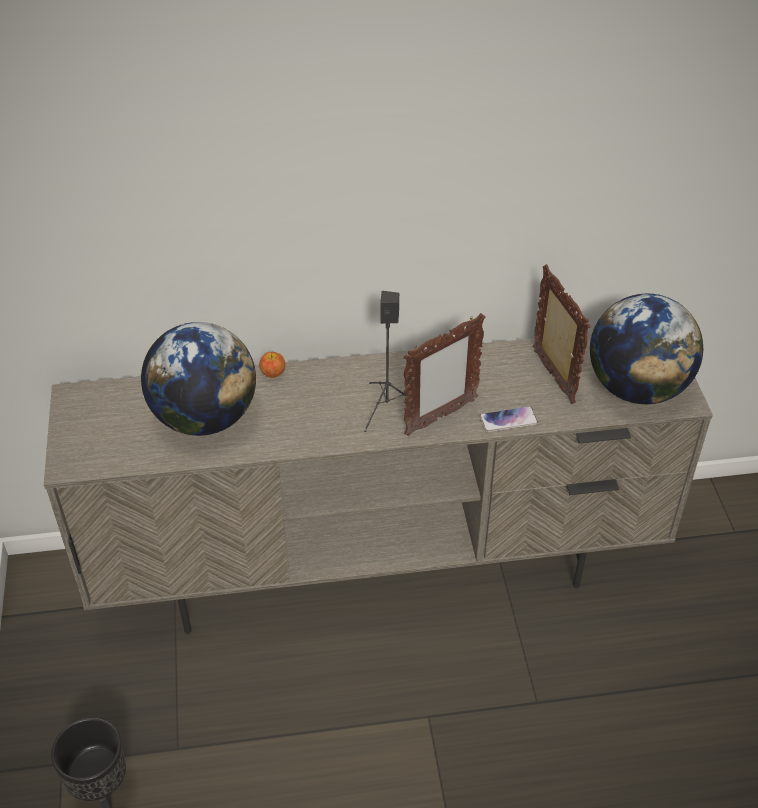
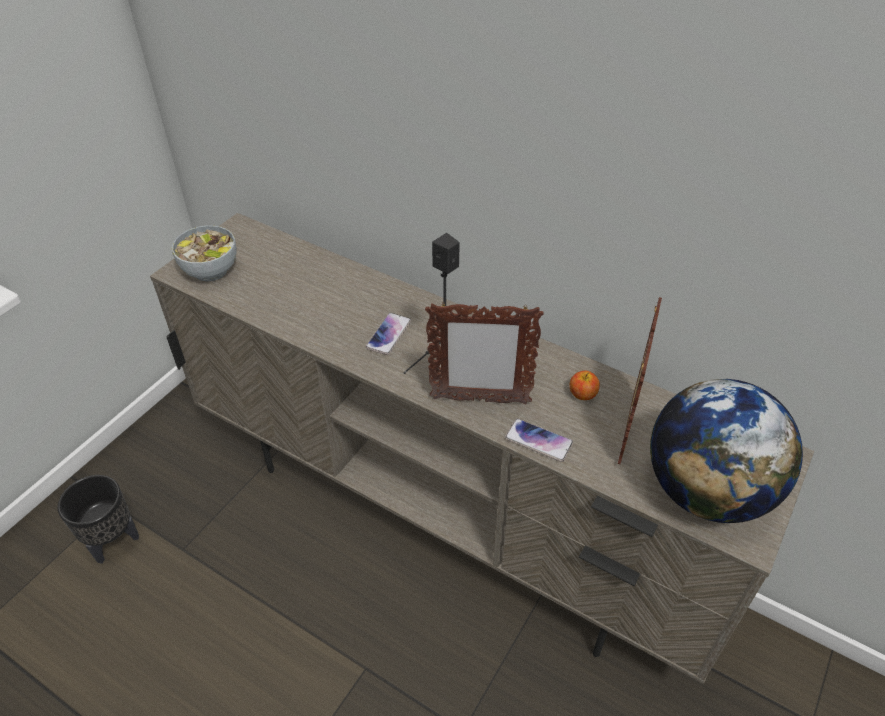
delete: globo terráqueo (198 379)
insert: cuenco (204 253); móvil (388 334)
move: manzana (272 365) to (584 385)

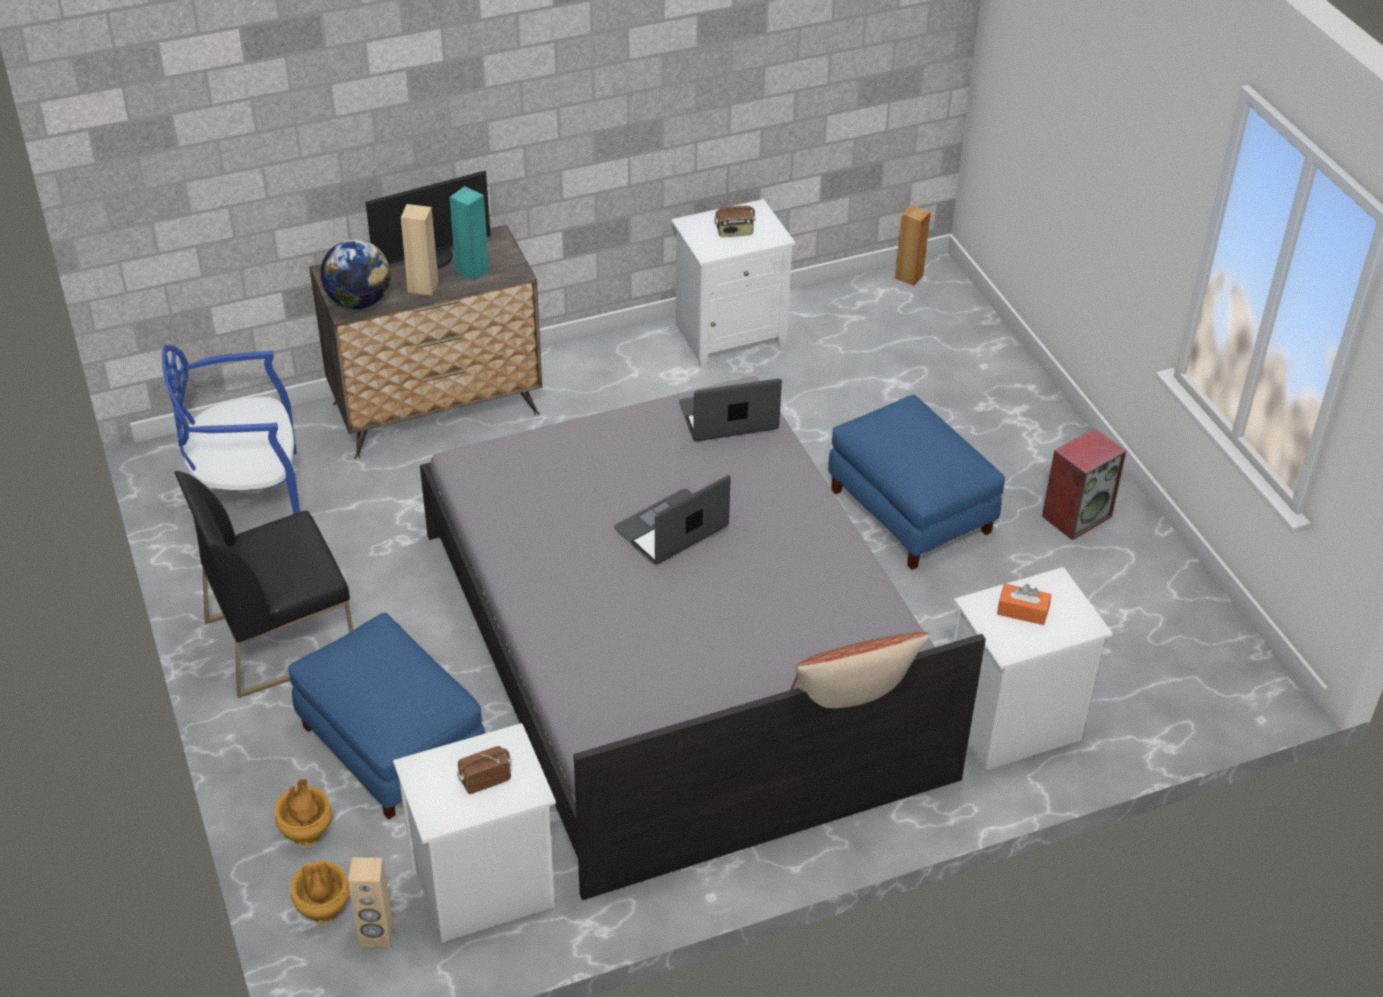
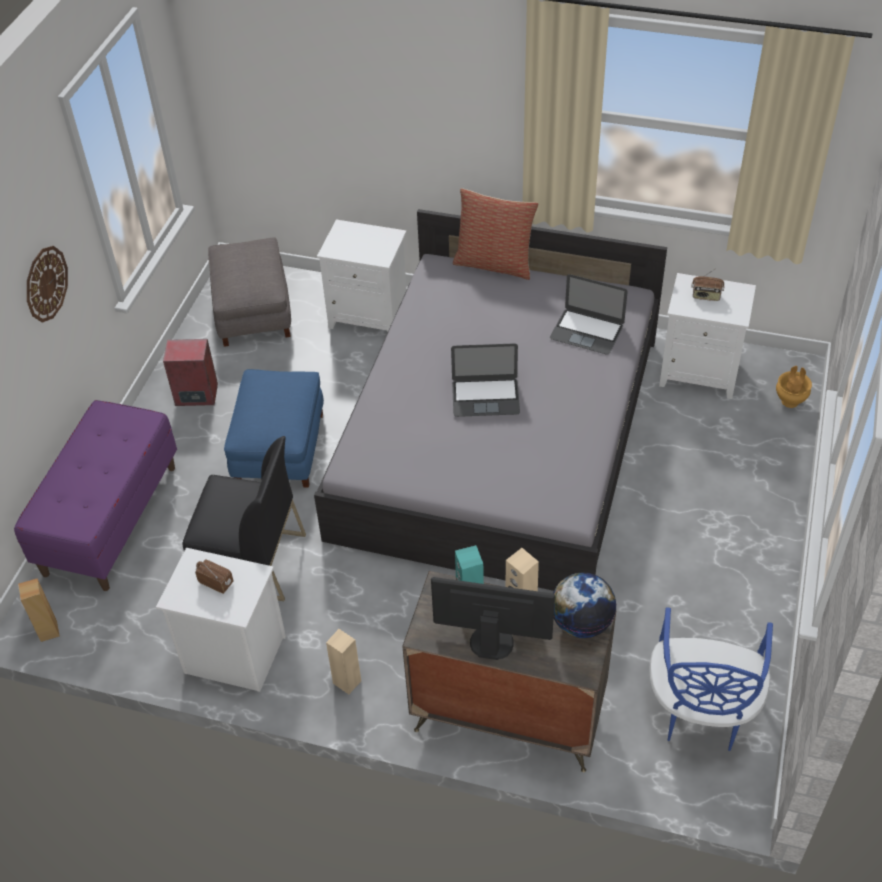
delete: florero (marrón) (303 812); puf (azul) (386 716); caja de pañuelos (naranja) (1024 604)
insert: banco (morado) (95 495); reloj de pared (47 284); puf (gris) (249 292)
move: silla (negro) (263 584) to (244 518); altavoz (beis) (371 902) to (343 661); portátil (730 410) to (589 314)
rotate: silla (azul) (231 429) = (711 679) 75 degrees clockwise

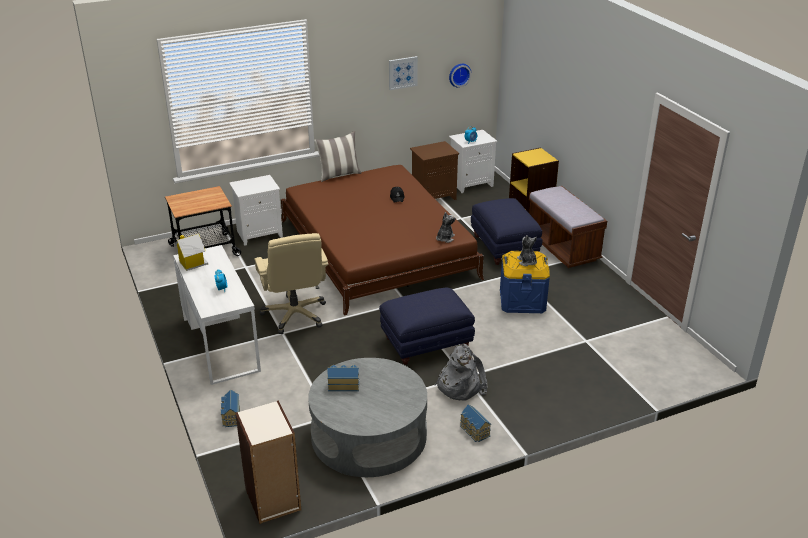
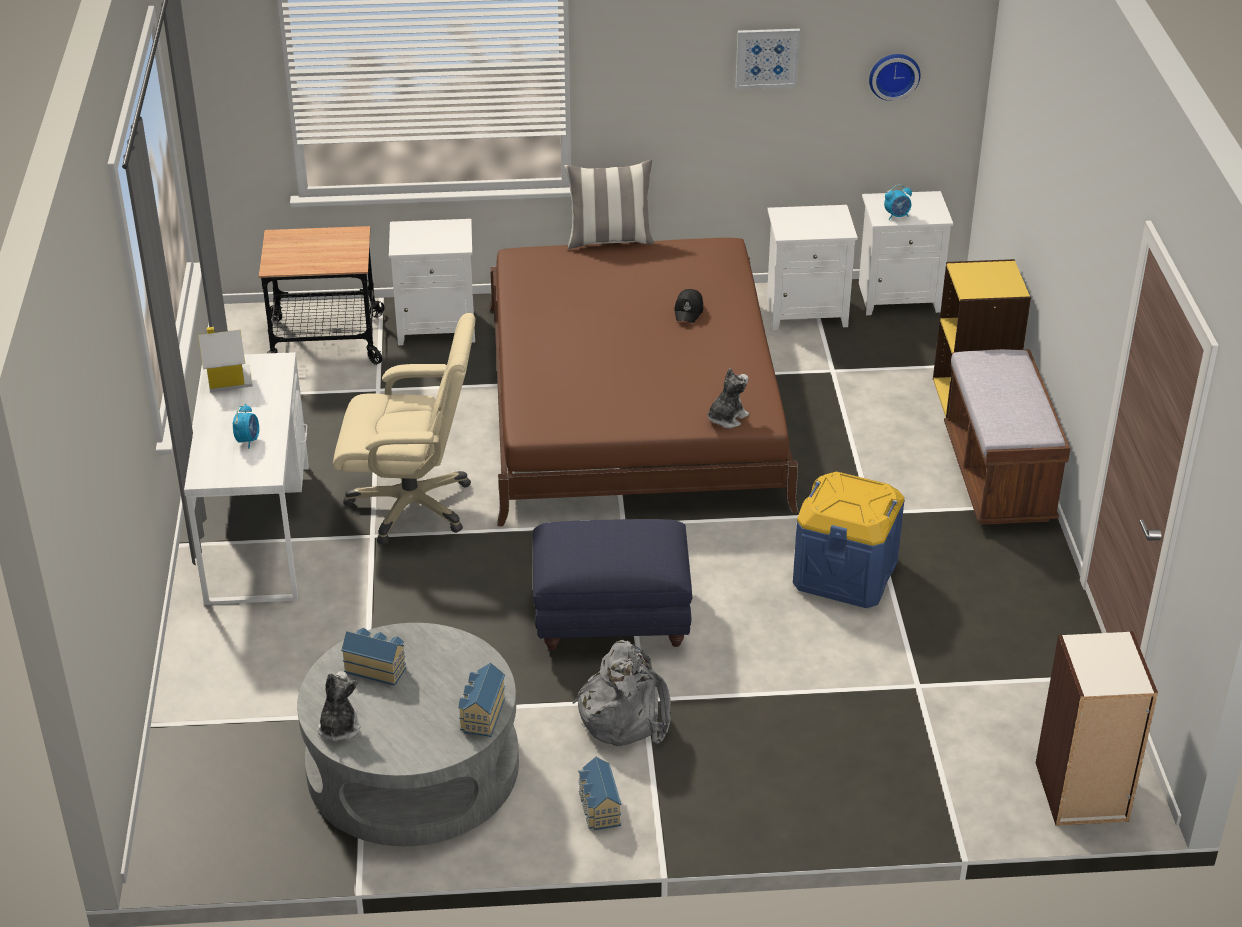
delete: puf (azul) (506 231)
move: casita (230 408) to (482 700); estantería (268 462) to (1097 728); peluche (527 250) to (338 706)
recolor: mesita de noche (marrón) (434 170) to mesita de noche (blanco) (812 267)
rotate: silla de oficina (beis) (291 283) = (404 429) 90 degrees counterclockwise

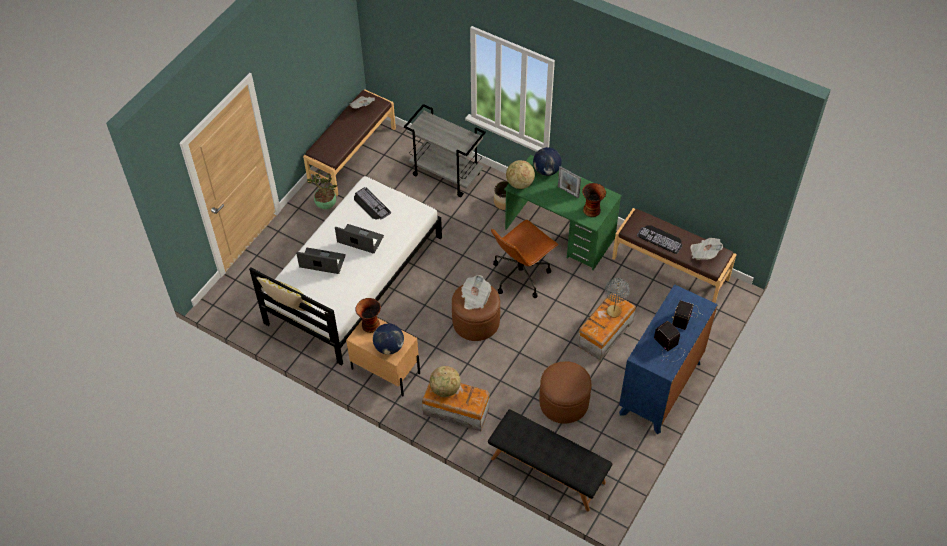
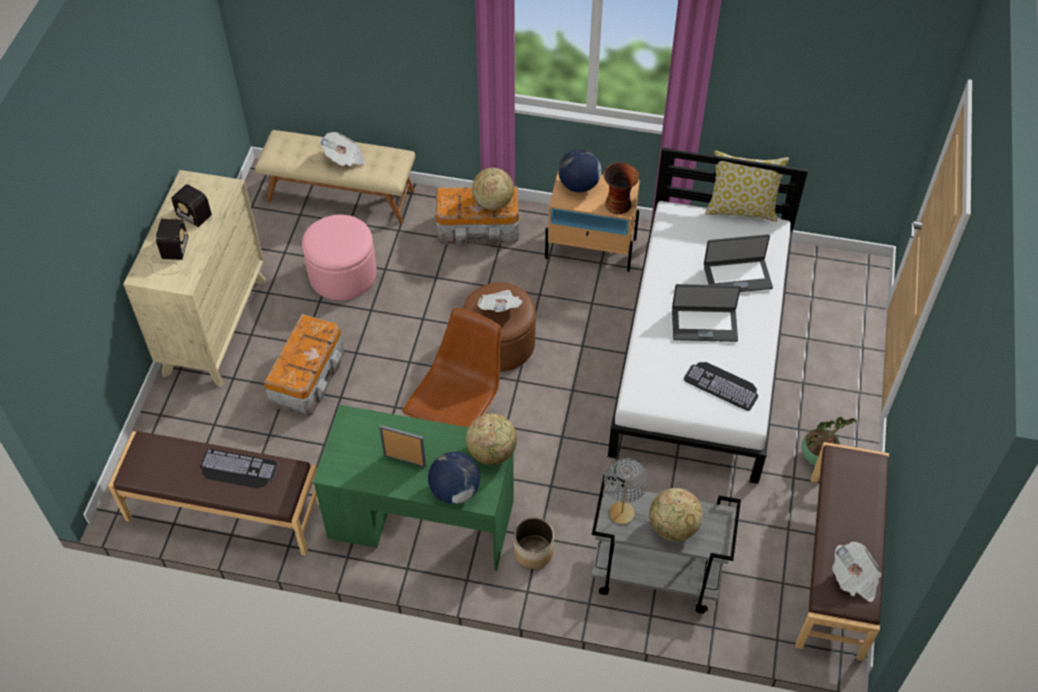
delete: florero (594 200)
insert: globo terráqueo (676 514)
move: lámpara de mesa (gris) (617 298) to (626 491); periódico (706 249) to (342 149)
recolor: banco (negro) (550 460) to banco (beis) (335 177); puf (marrón) (565 392) to puf (rosa) (339 257); cómoda (azul) (668 359) to cómoda (beis) (194 278)

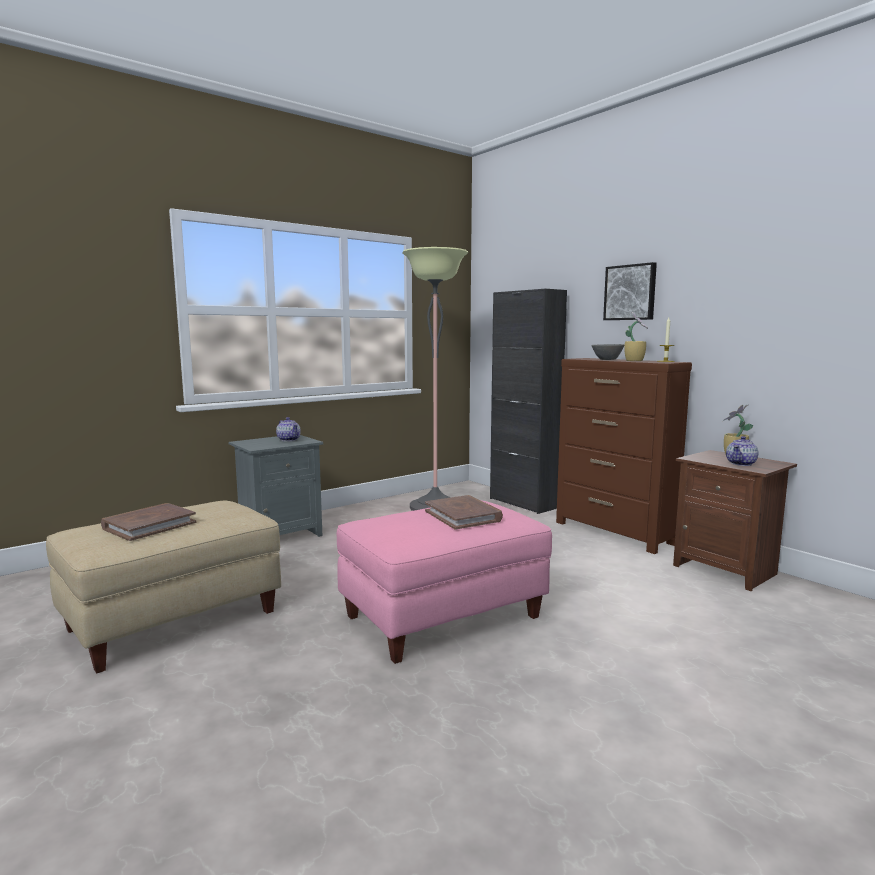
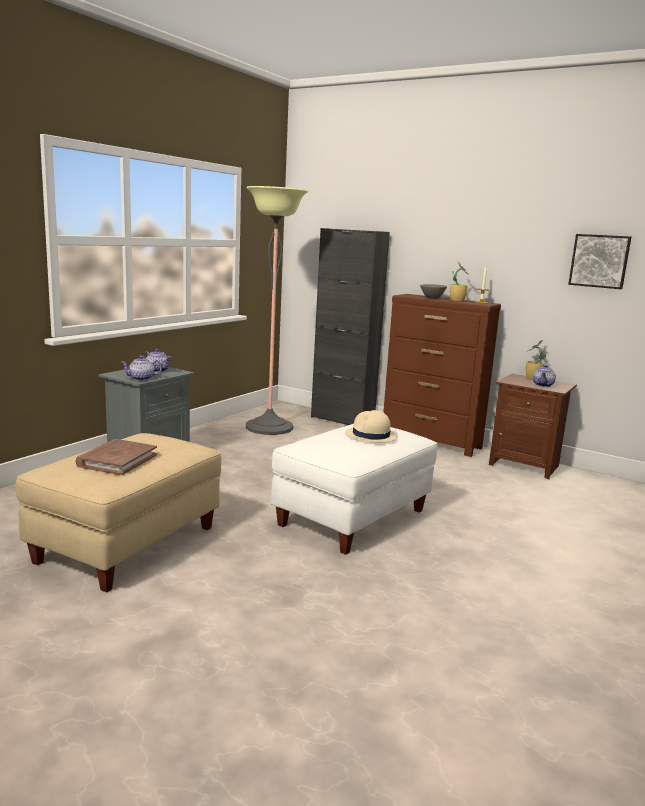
insert: tetera (141 368)
move: cuadro (630 291) to (599 261)
replace: libro (marrón) (464 512) to sombrero (beis) (371 426)
recolor: puf (rosa) (444 582) to puf (blanco) (354 489)

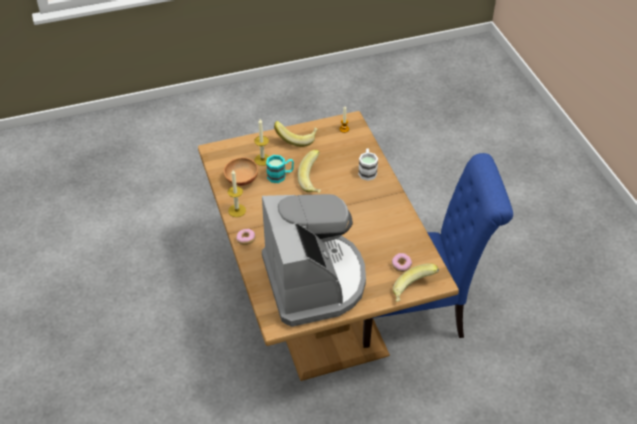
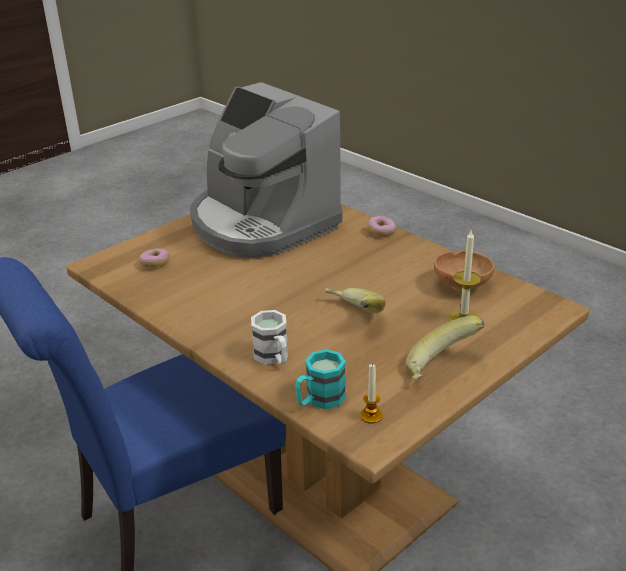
delete: vela (237 193); plátano (416 282)
move: taza grande (turquesa) (280 169) to (320 379)

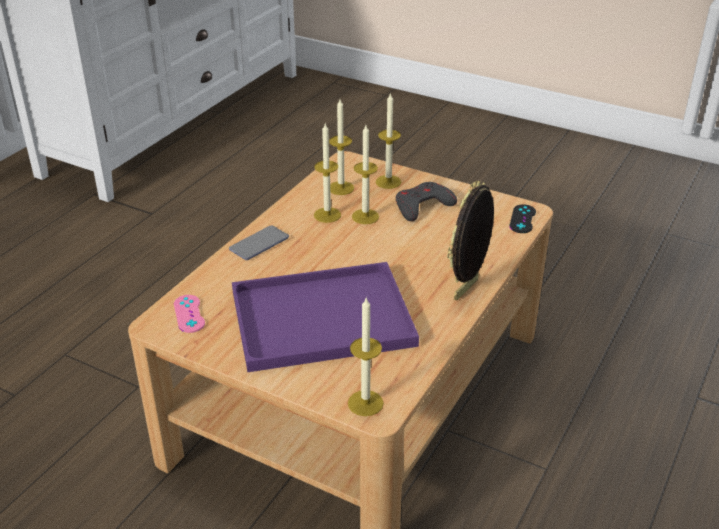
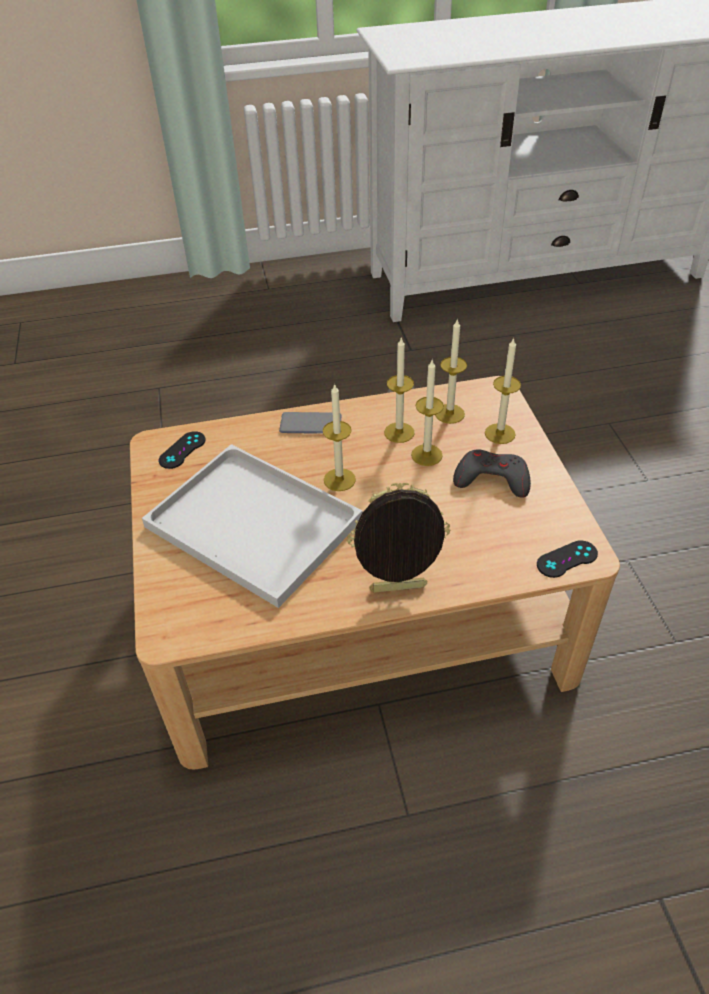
move: vela (366 357) to (339 437)
recolor: mando de consola (rosa) (189 314) to mando de consola (negro) (182 450); bandeja (morado) (325 317) to bandeja (blanco) (252 526)

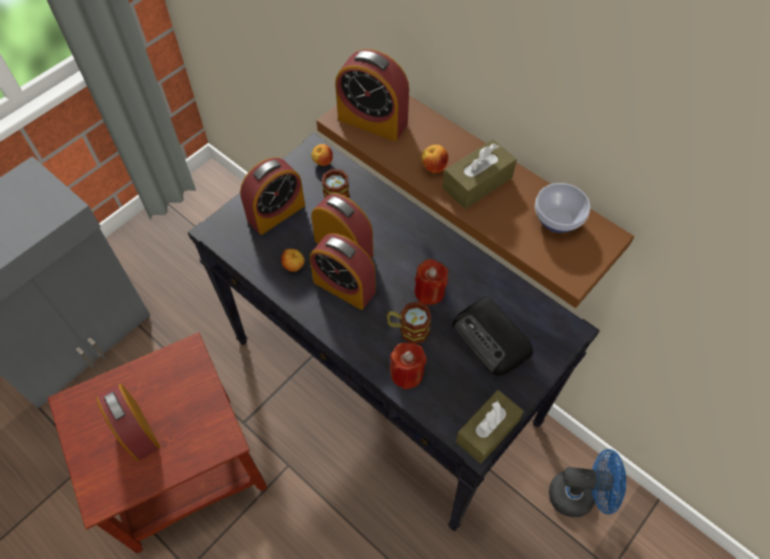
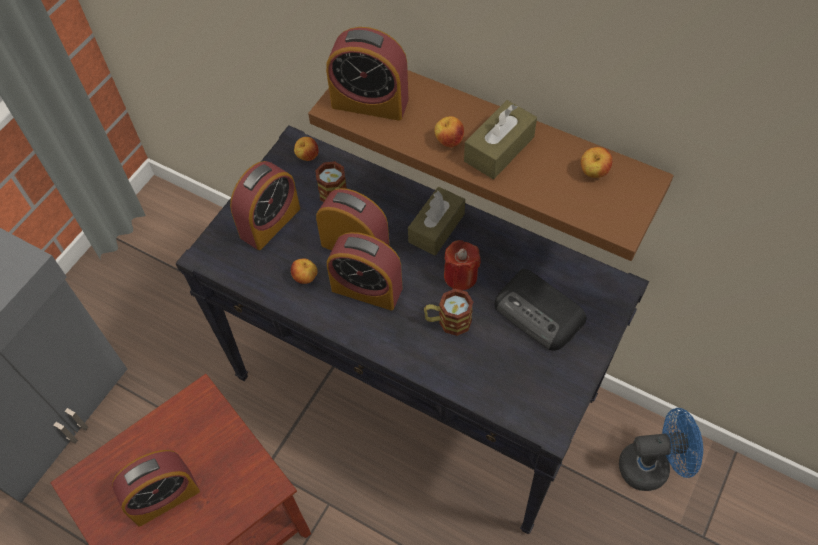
delete: vela (rojo) (408 366)
move: caja de pañuelos (marrón) (490 427) to (436 221)
replace: cuenco (562 208) to manzana (597 162)
rotate: despertador (128 422) = (156 488) 75 degrees counterclockwise

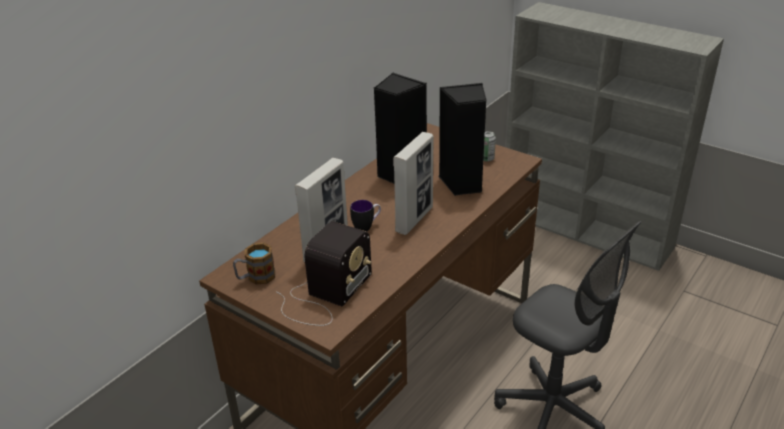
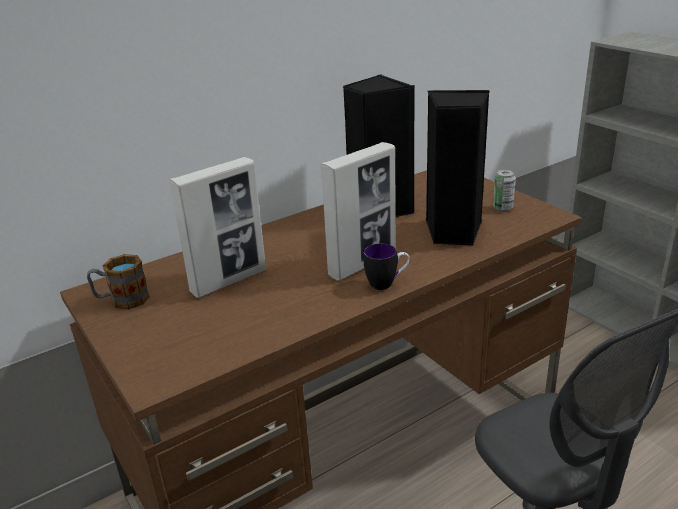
delete: radio (324 273)
move: taza grande (365 215) to (387 266)

